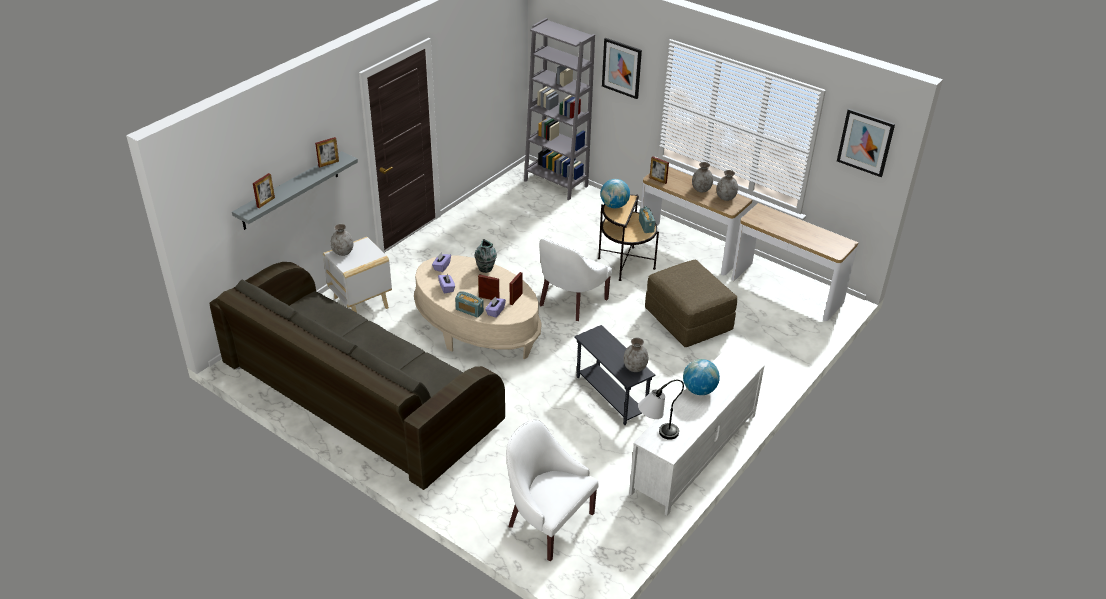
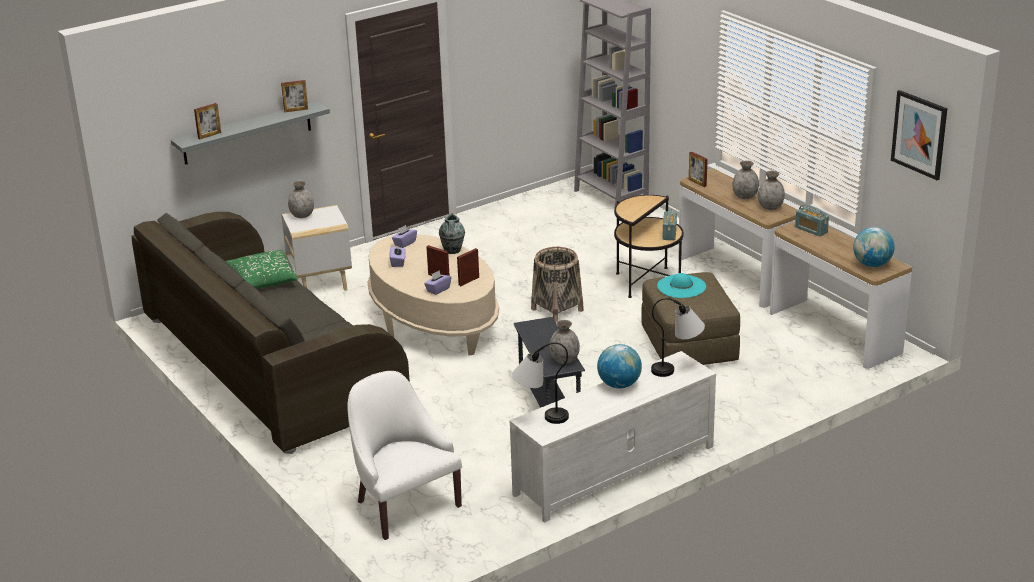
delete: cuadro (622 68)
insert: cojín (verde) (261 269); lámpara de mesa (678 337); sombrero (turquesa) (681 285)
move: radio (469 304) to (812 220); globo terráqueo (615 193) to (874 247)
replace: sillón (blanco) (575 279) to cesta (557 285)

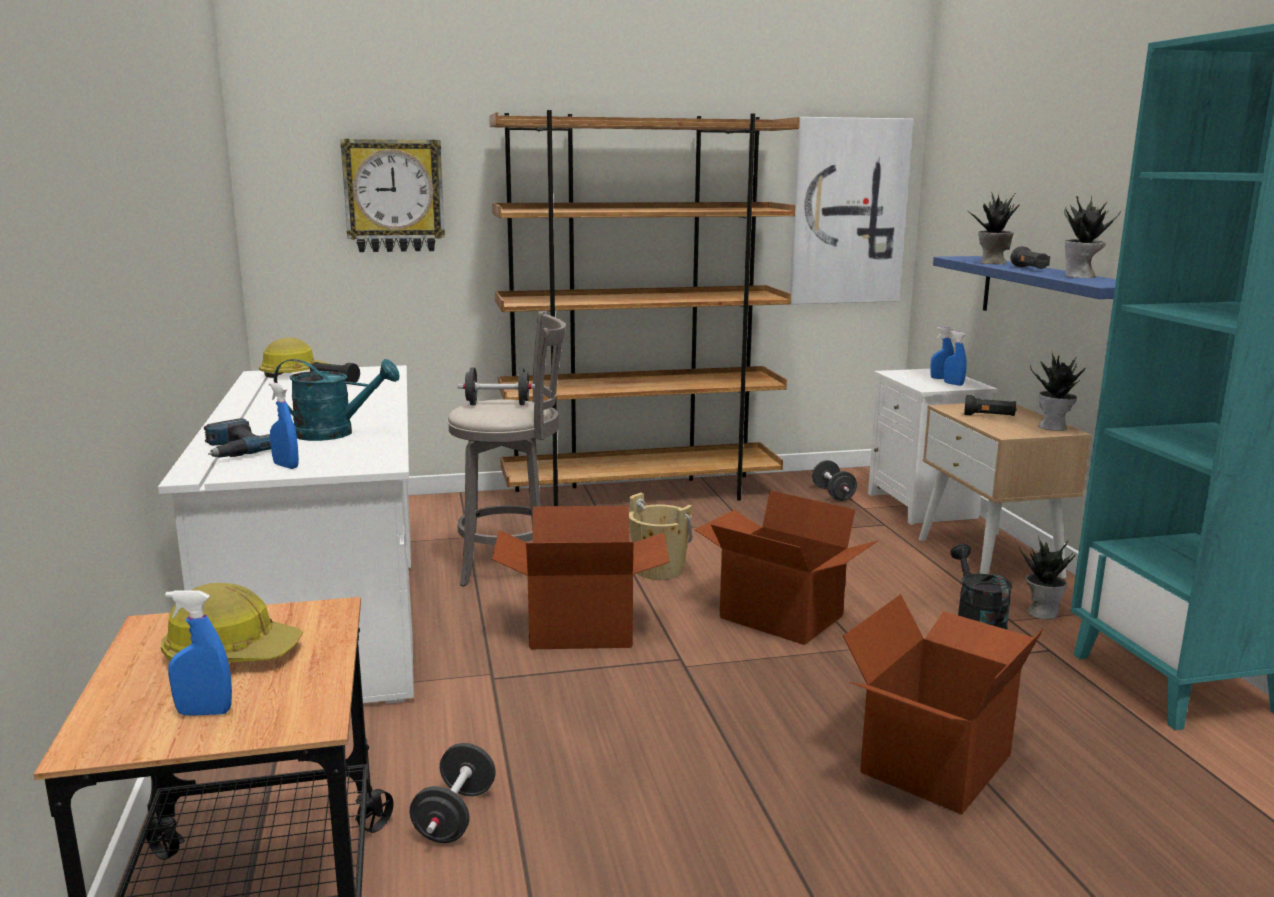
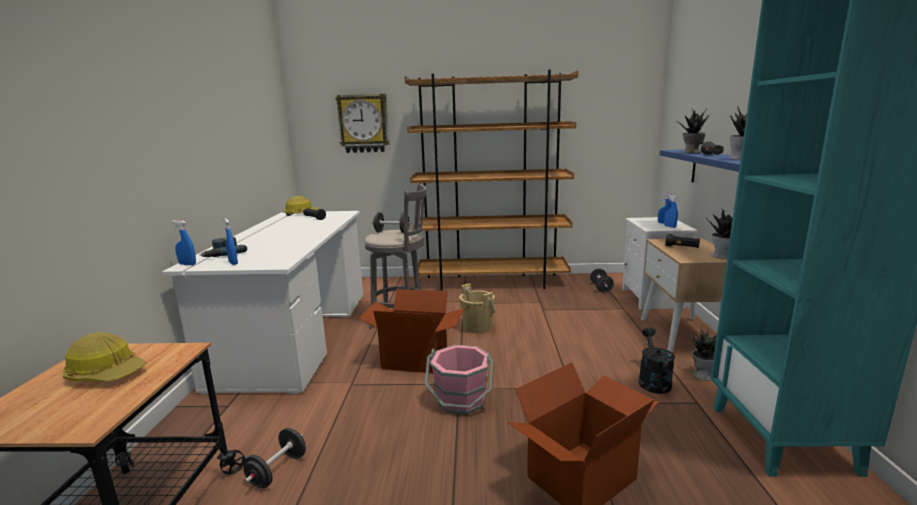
delete: regadera (turquesa) (336 400); caja de cartón (786 567); cuadro (851 210)
insert: cubo (rosa) (459 379)
move: pulverizador (azul) (198 652) to (184 242)

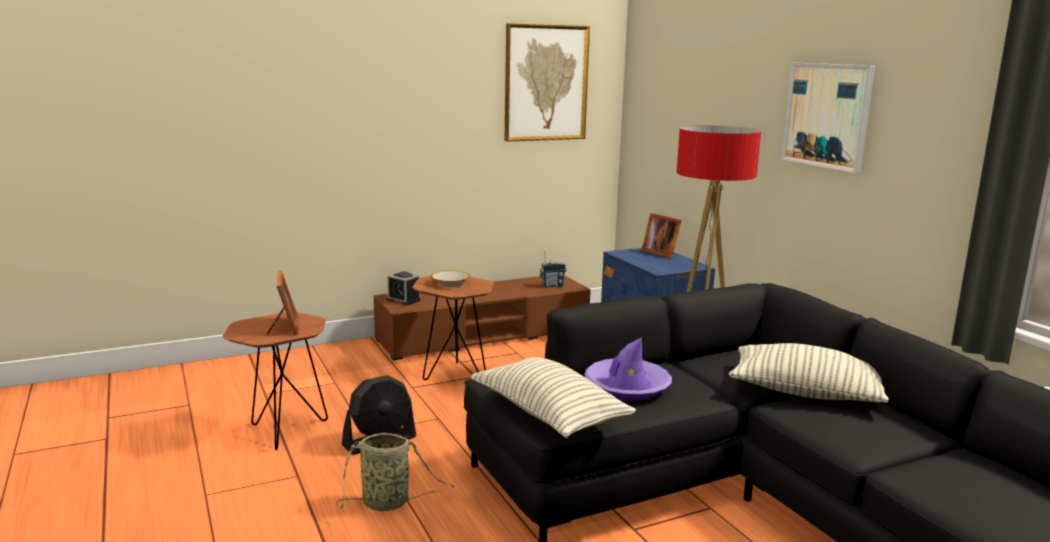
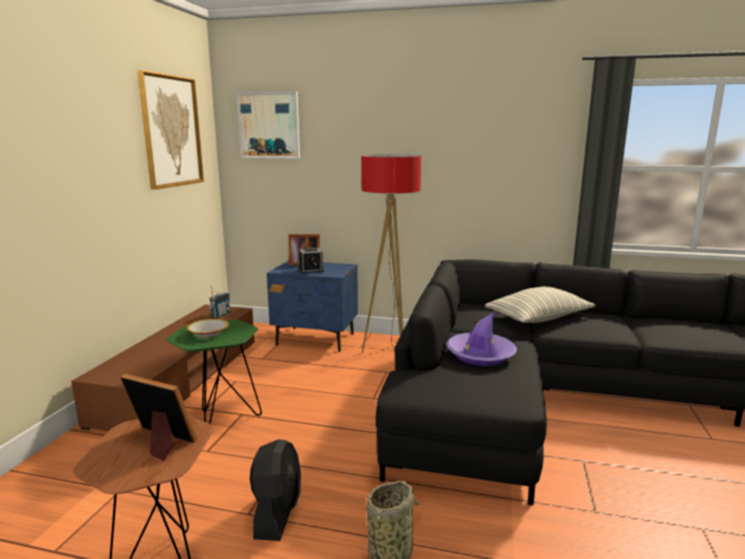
delete: cojín (553 397)
move: despertador (404 288) to (311 260); cuadro (828 118) to (268 125)
recolor: mesa auxiliar (marrón) (453 328) to mesa auxiliar (verde) (214 372)

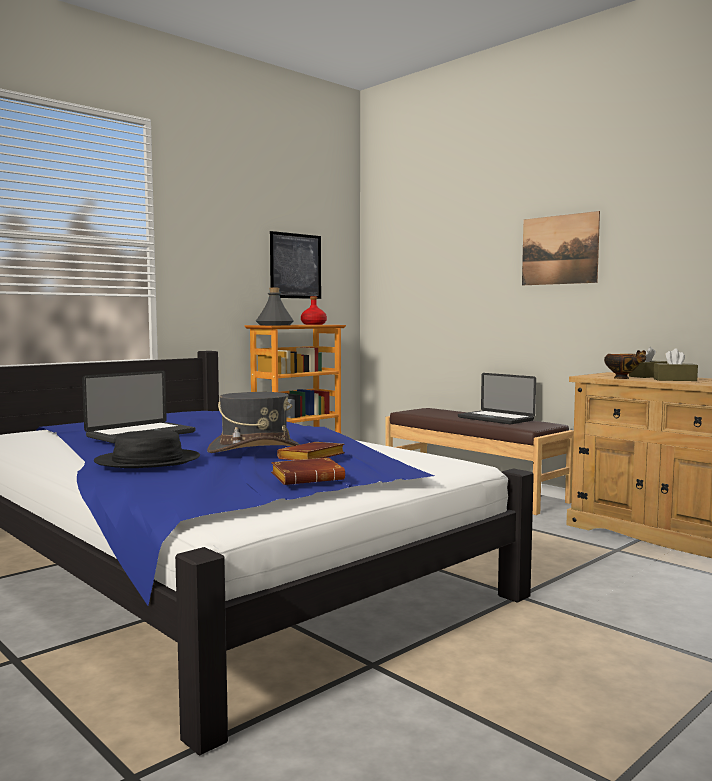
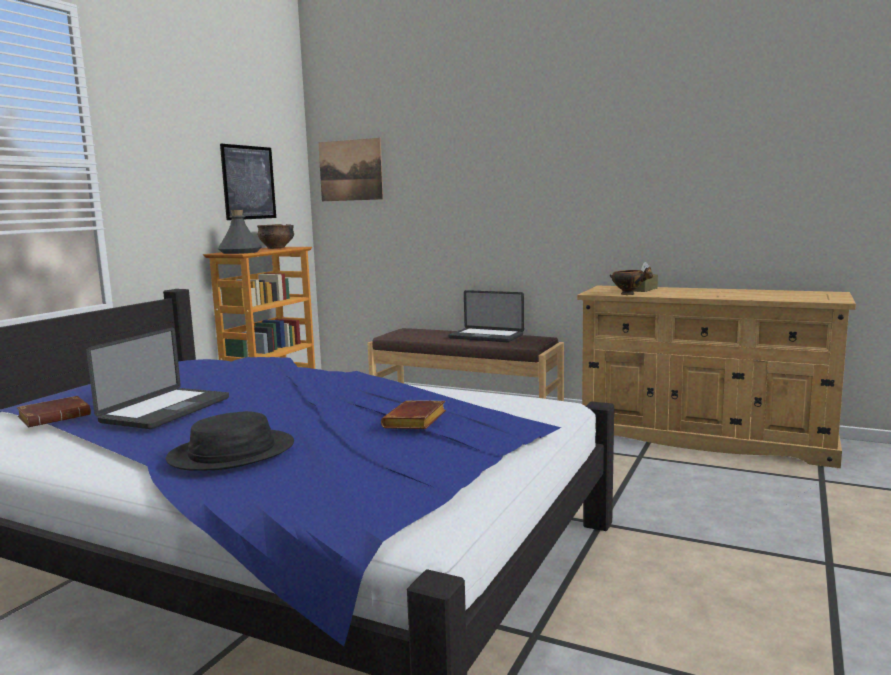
delete: sombrero (gris) (253 422); caja de pañuelos (marrón) (675 364)
move: libro (marrón) (308 471) to (54 411); cuadro (561 248) to (350 169)
replace: botella (rojo) (314 310) to cuenco (275 236)

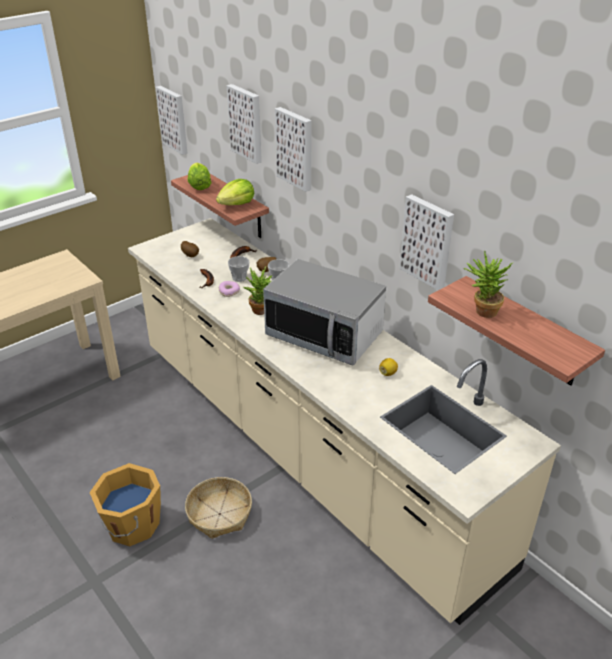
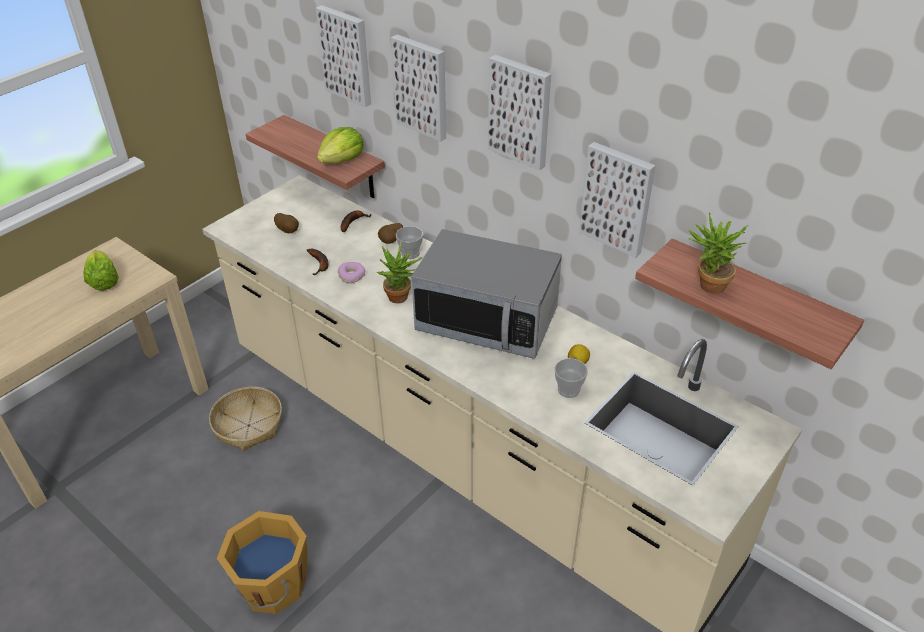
move: cuadro (172 120) to (519 112); cesta (218 508) to (245 419); lechuga (200 176) to (101 270); taza (239 269) to (571 378)

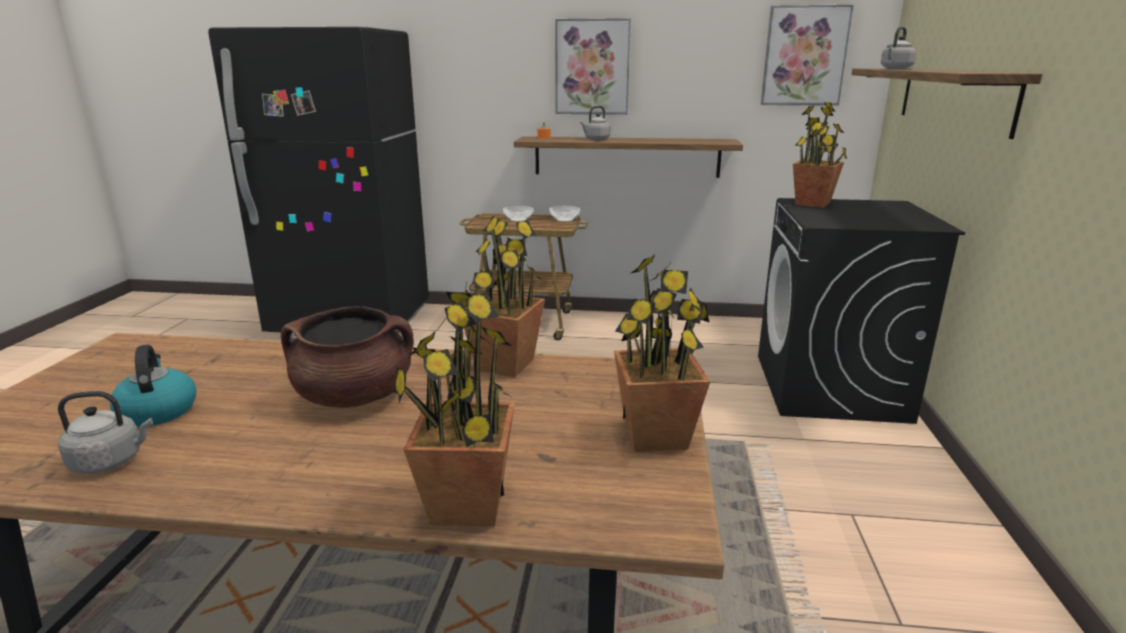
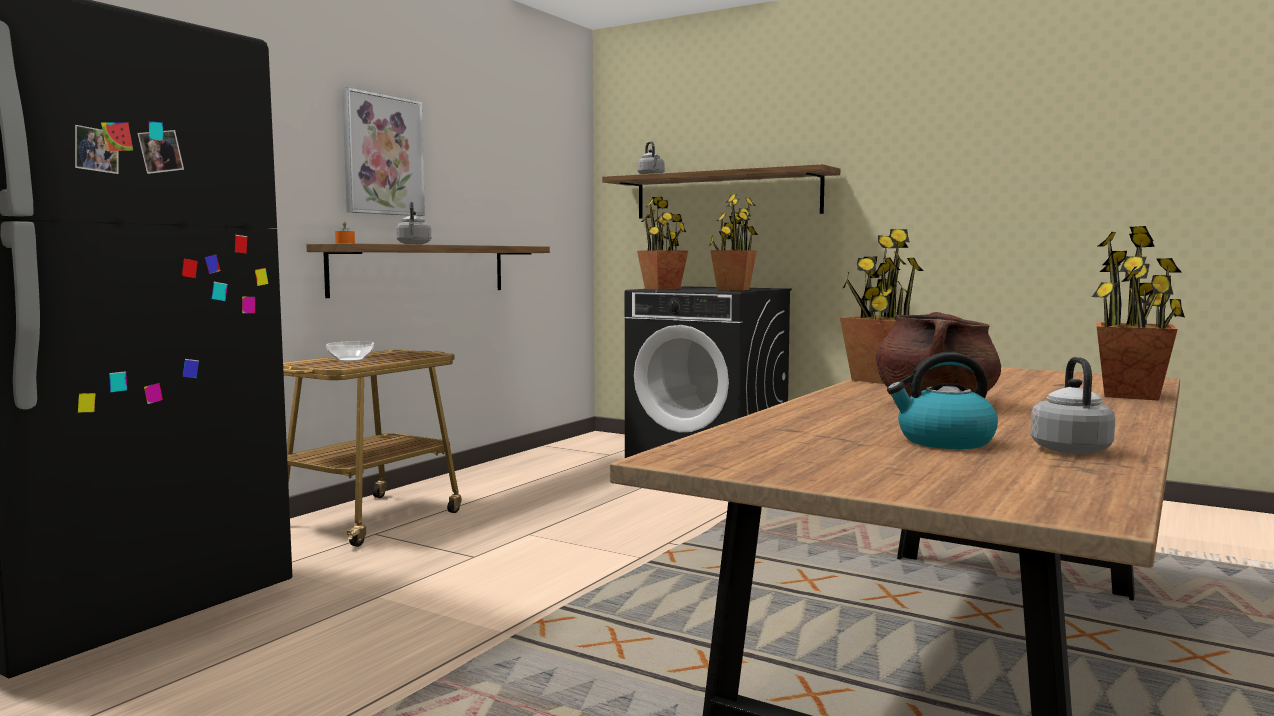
delete: cuenco (564 214); cuadro (807 55)
move: planta en maceta (662 353) to (733 242)

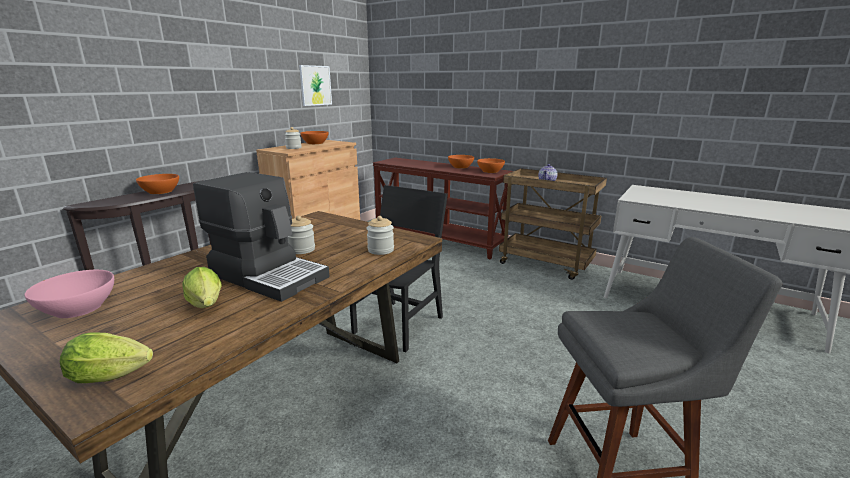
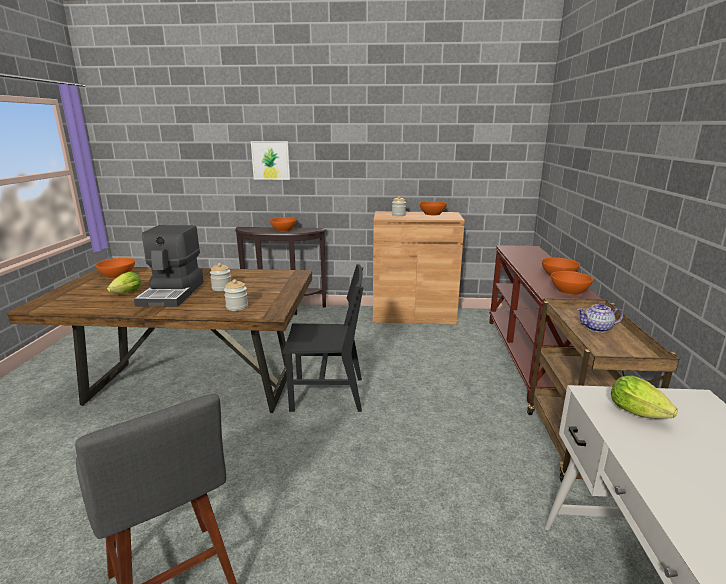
move: lechuga (106 357) to (644 397); cuadro (315 85) to (270 160)
recolor: cuenco (rosa) (69 294) to cuenco (naranja) (115 268)

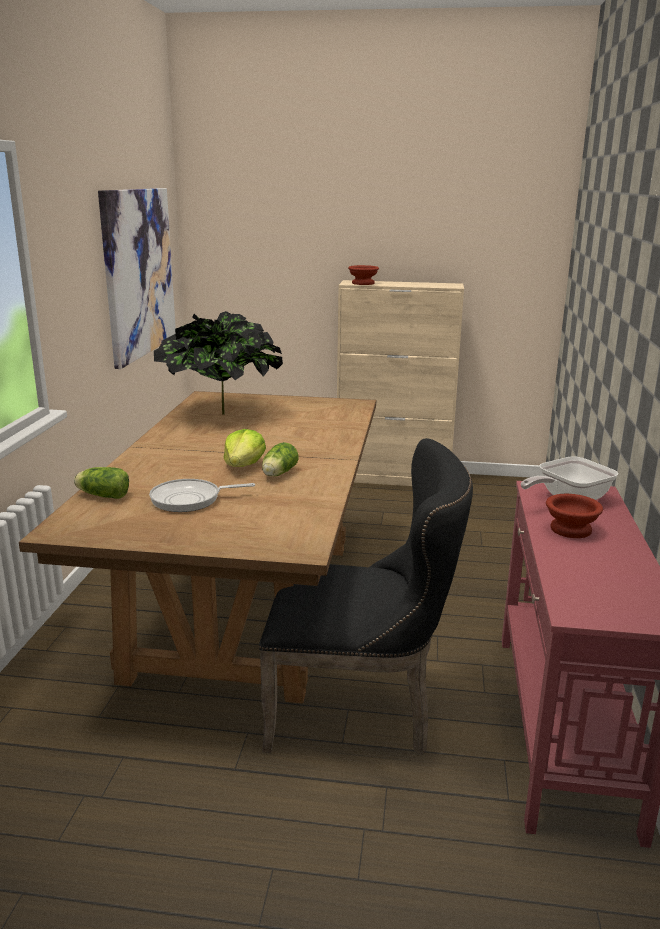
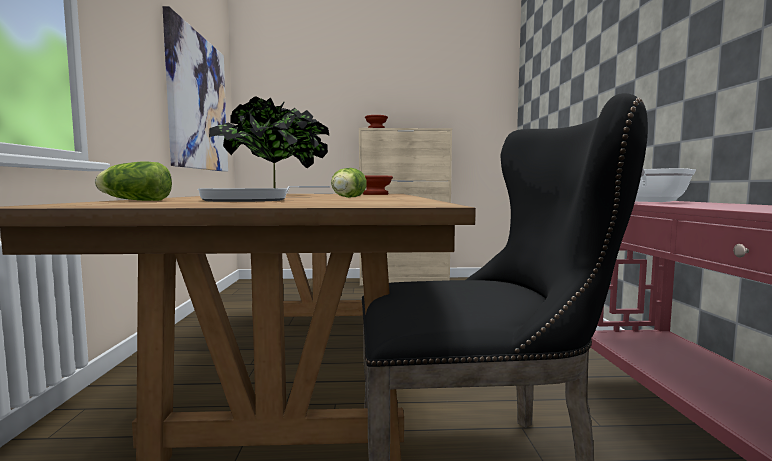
delete: lechuga (245 448)
move: cuenco (marrón) (574 516) to (378 185)

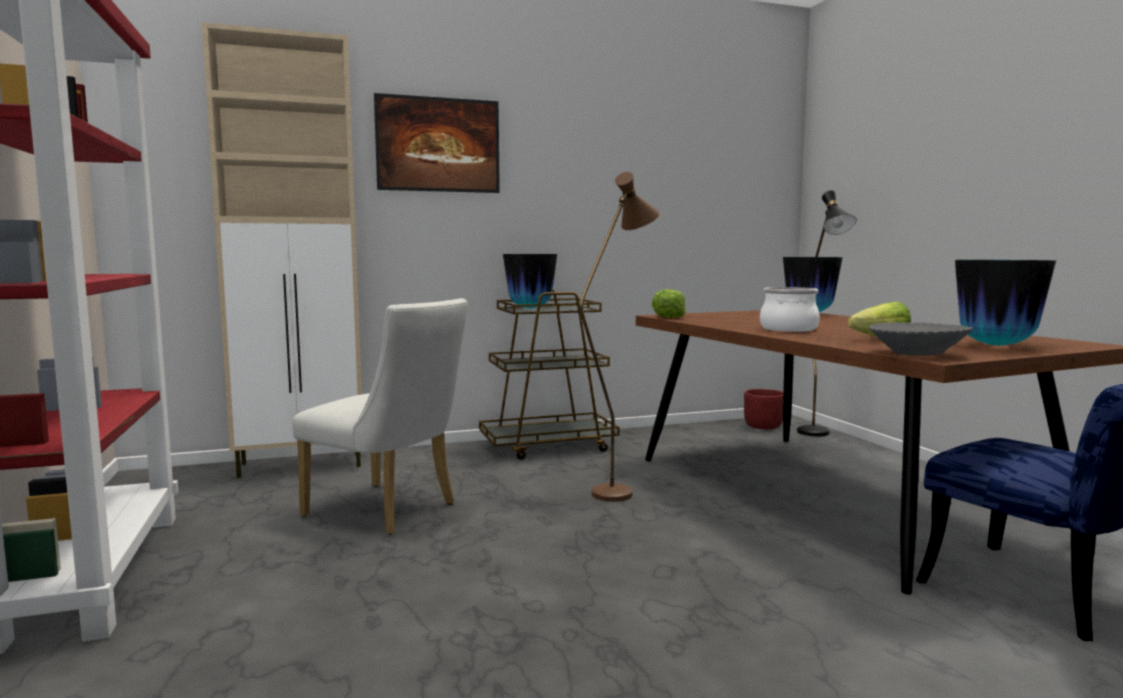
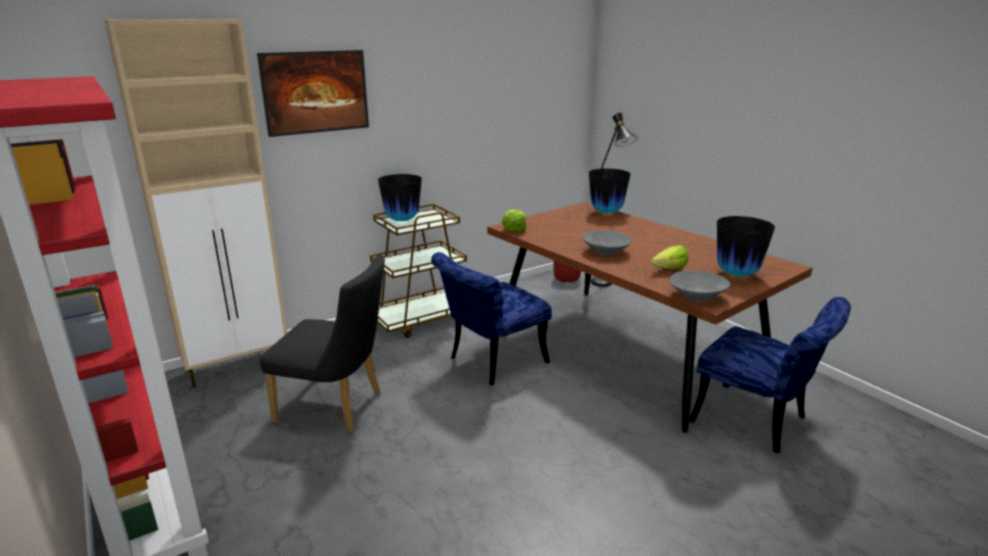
replace: lámpara de pie (marrón) (620 337) to silla (azul) (491 318); olla (790 309) to cuenco (gris) (607 243)
recolor: silla (blanco) (380 416) to silla (negro) (322 343)

